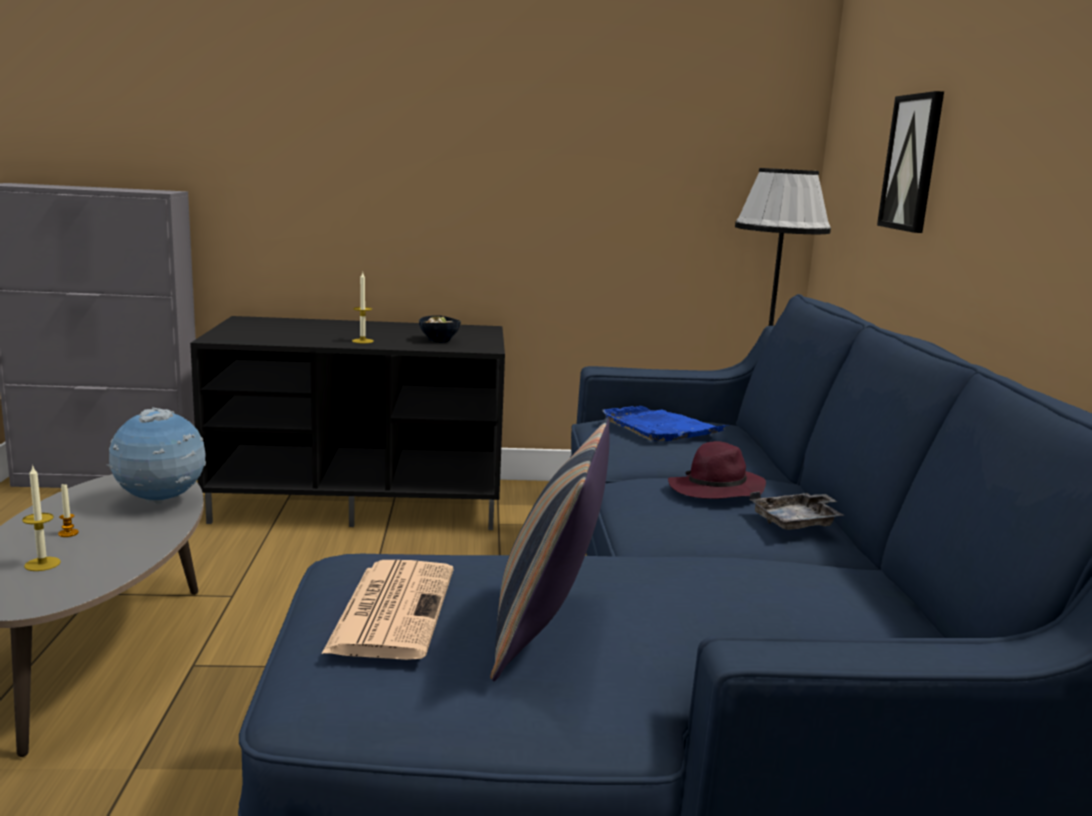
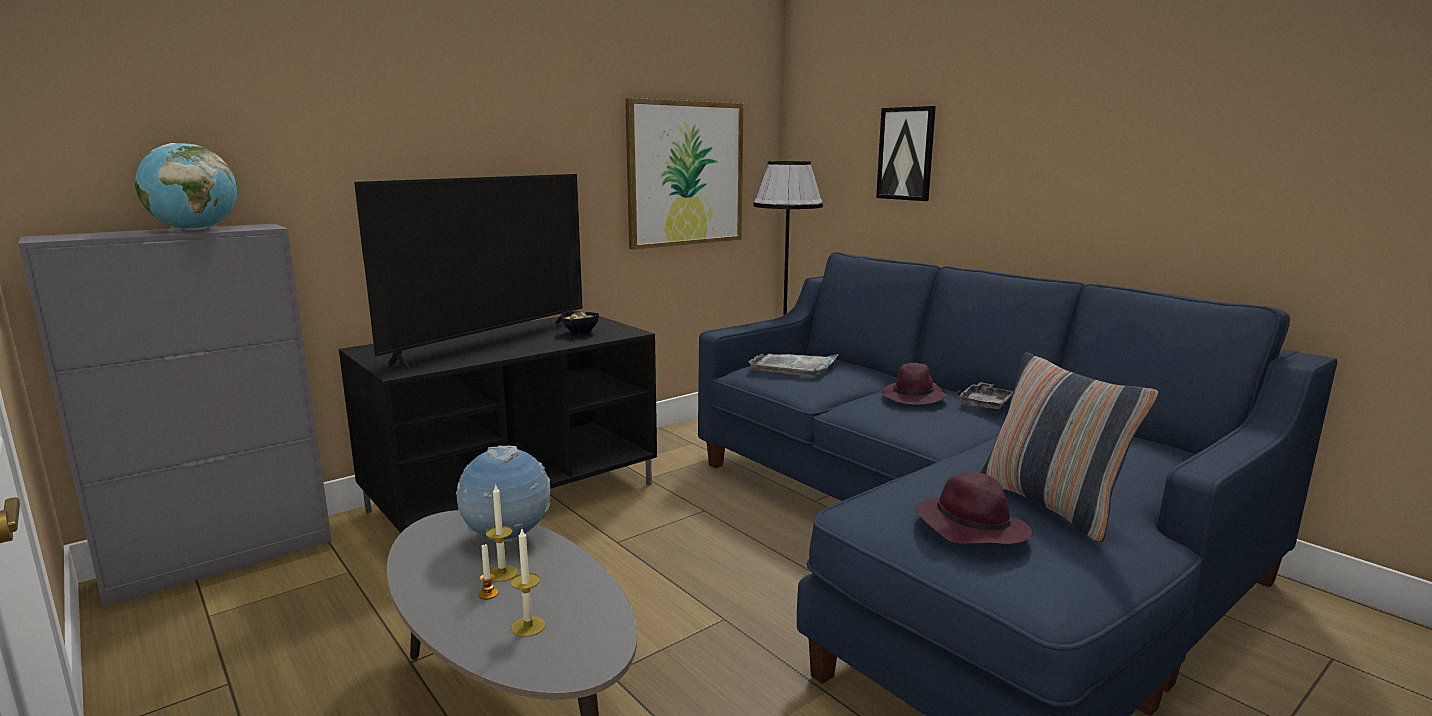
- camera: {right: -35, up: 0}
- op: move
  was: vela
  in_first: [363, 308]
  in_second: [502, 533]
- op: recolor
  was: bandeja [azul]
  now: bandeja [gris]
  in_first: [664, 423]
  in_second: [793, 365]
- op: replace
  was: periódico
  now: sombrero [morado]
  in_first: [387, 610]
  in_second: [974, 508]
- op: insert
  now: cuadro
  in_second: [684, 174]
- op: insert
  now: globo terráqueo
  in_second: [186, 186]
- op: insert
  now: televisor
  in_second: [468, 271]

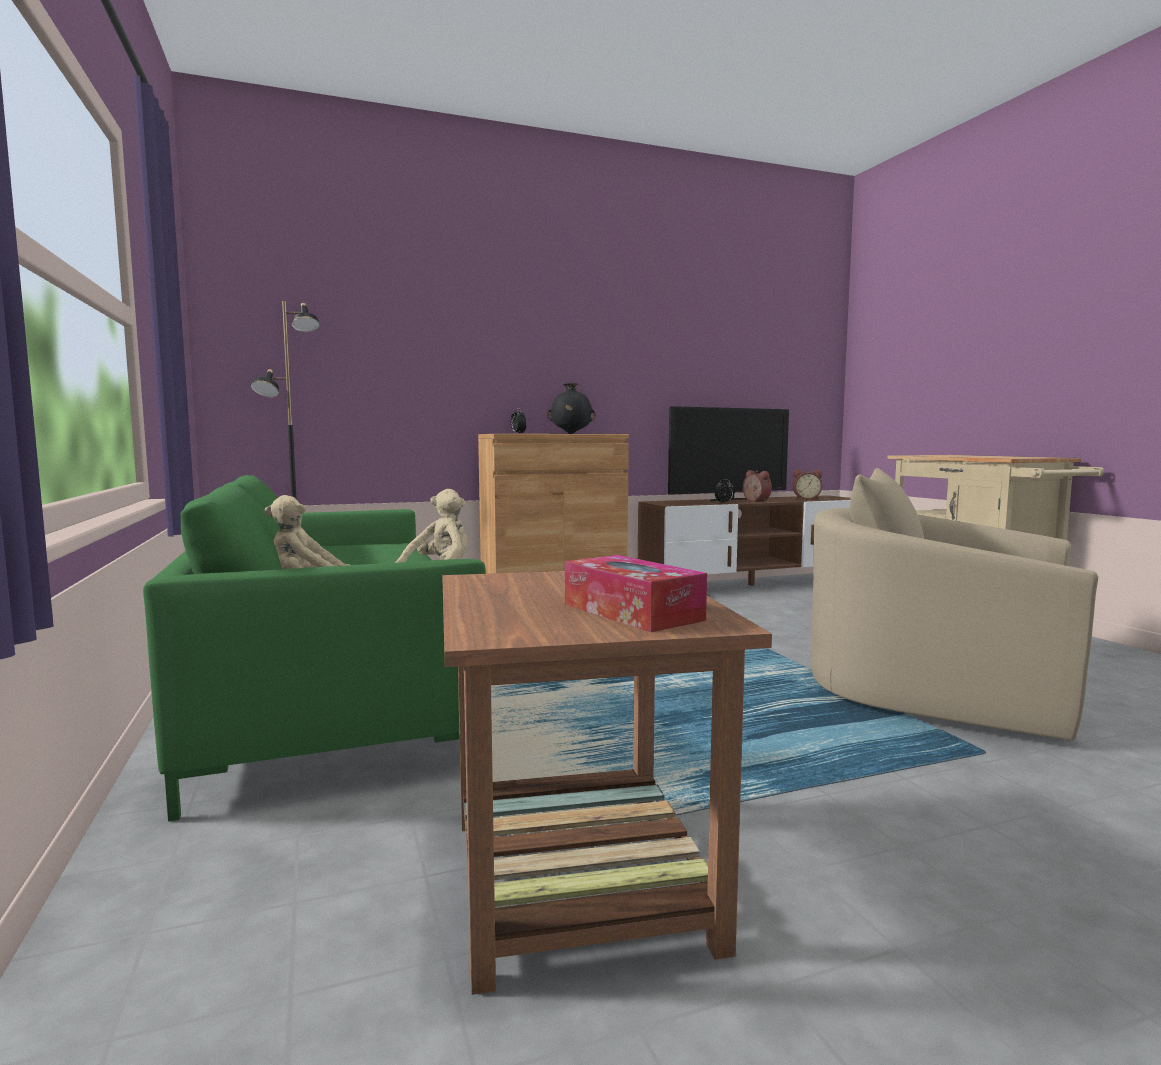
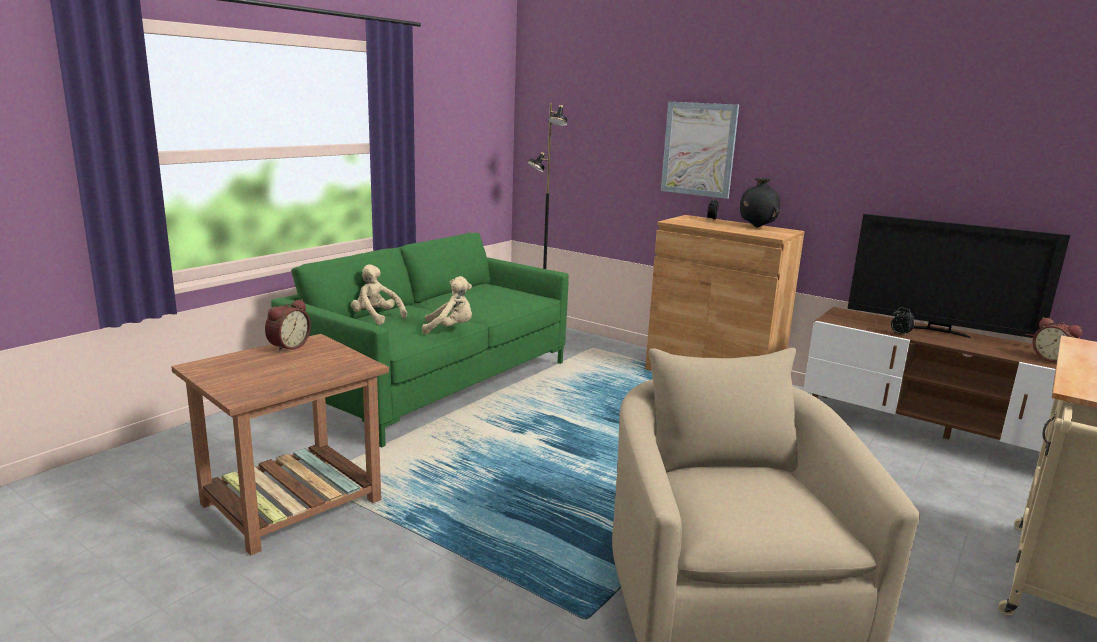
- camera: {right: 55, up: 10}
- op: move
  was: despertador
  in_first: [757, 486]
  in_second: [288, 325]
- op: delete
  was: caja de pañuelos
  in_first: [636, 593]
- op: insert
  now: cuadro
  in_second: [700, 150]

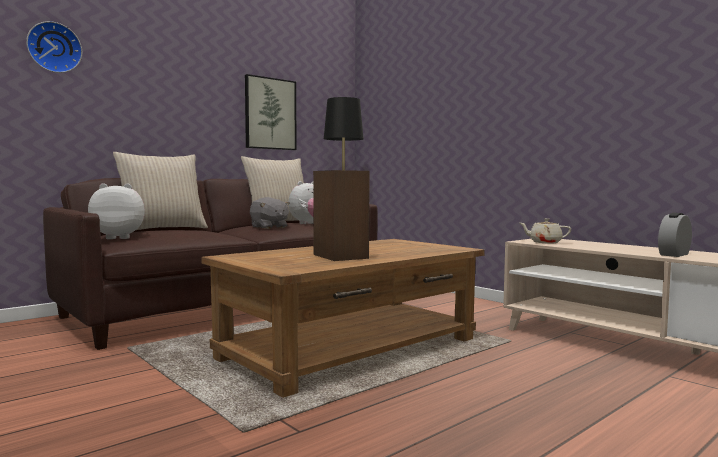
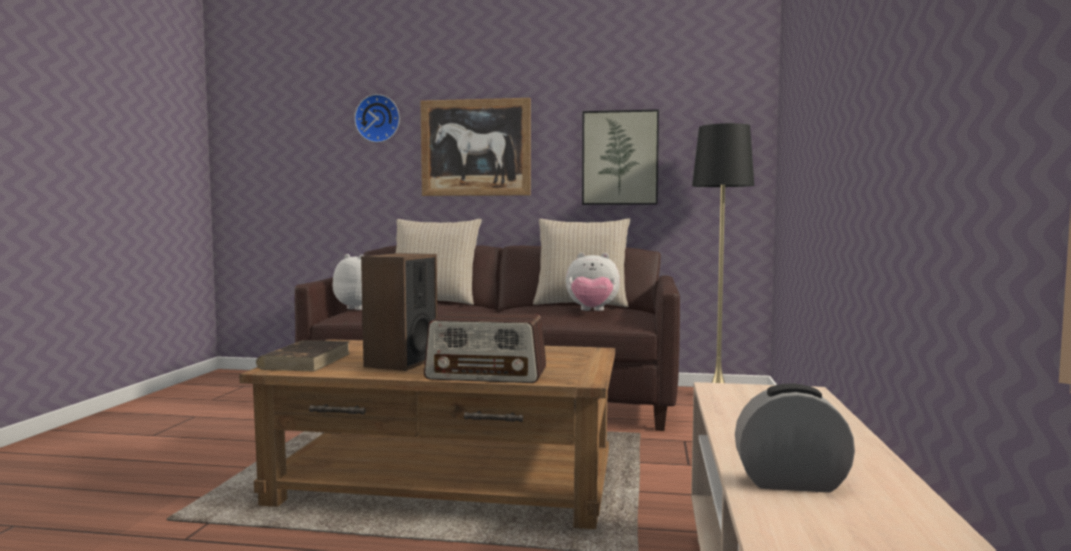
- camera: {right: 50, up: 0}
- op: delete
  was: peluche [gris]
  in_first: [270, 213]
- op: delete
  was: tetera [beis]
  in_first: [545, 230]
- op: insert
  now: cuadro
  in_second: [475, 147]
- op: insert
  now: radio
  in_second: [485, 347]
- op: insert
  now: libro [marrón]
  in_second: [303, 356]

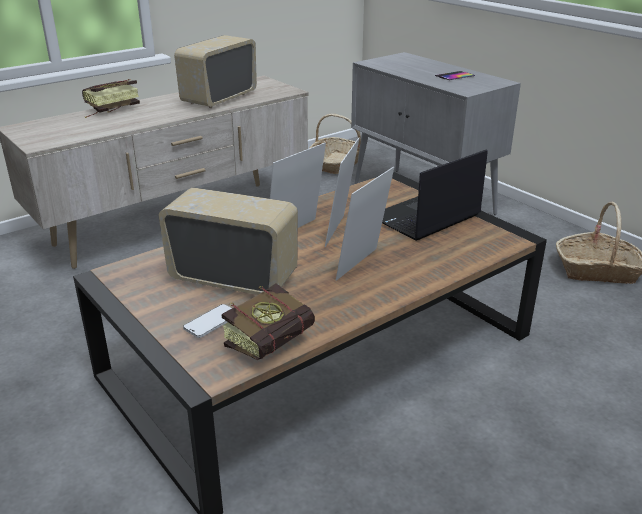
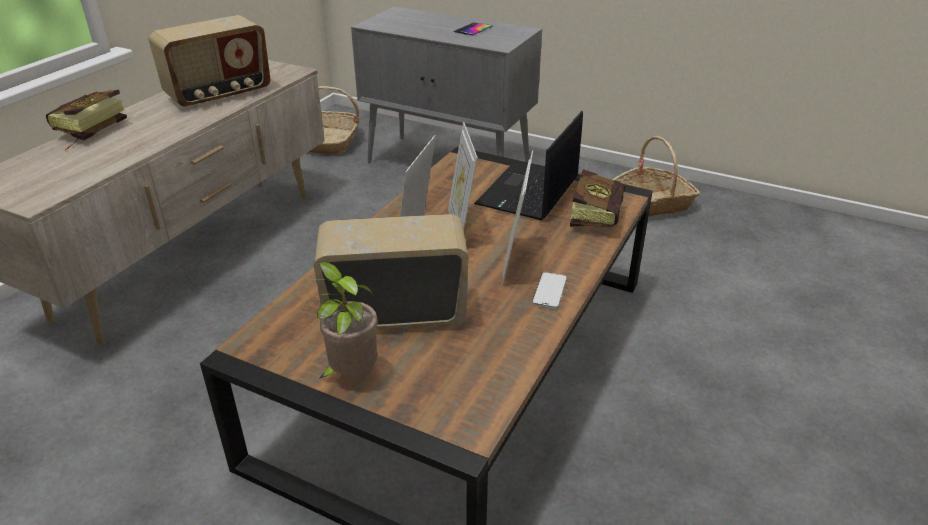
- camera: {right: -25, up: 5}
- op: rotate
  was: radio
  in_first: [215, 71]
  in_second: [209, 61]
  clockwise: -135
- op: move
  was: libro
  in_first: [268, 322]
  in_second: [597, 198]
- op: move
  was: móvil
  in_first: [207, 321]
  in_second: [549, 290]
- op: insert
  now: planta en maceta
  in_second: [339, 320]

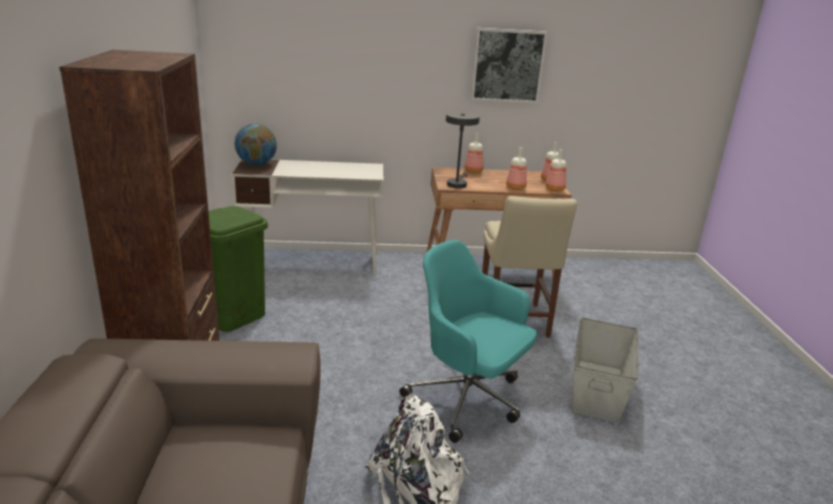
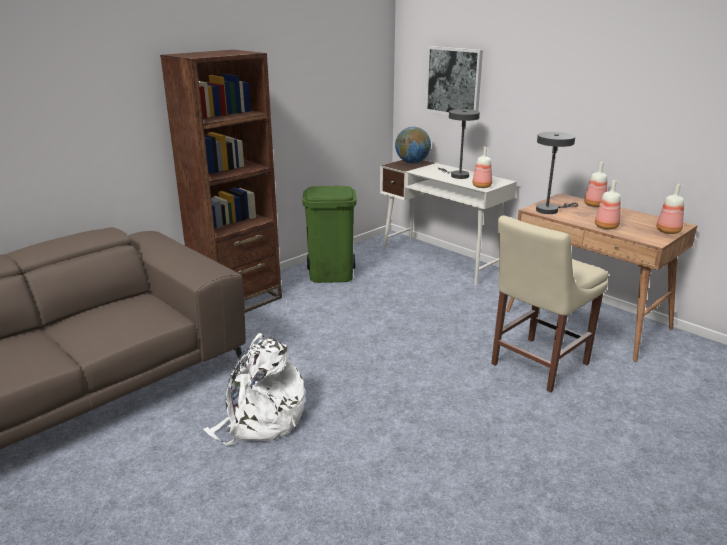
- camera: {right: 50, up: 0}
- op: move
  was: cuadro
  in_first: [509, 65]
  in_second: [454, 80]
- op: move
  was: botella
  in_first: [555, 170]
  in_second: [482, 167]
- op: delete
  was: silla de oficina [turquesa]
  in_first: [468, 341]
- op: delete
  was: caja de almacenaje [gris]
  in_first: [605, 370]
- op: insert
  now: lámpara de mesa [gris]
  in_second: [459, 144]

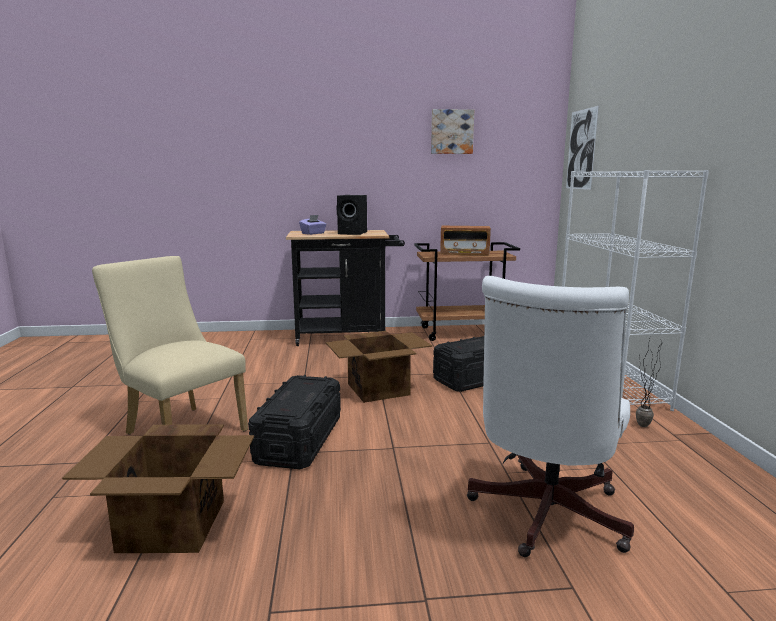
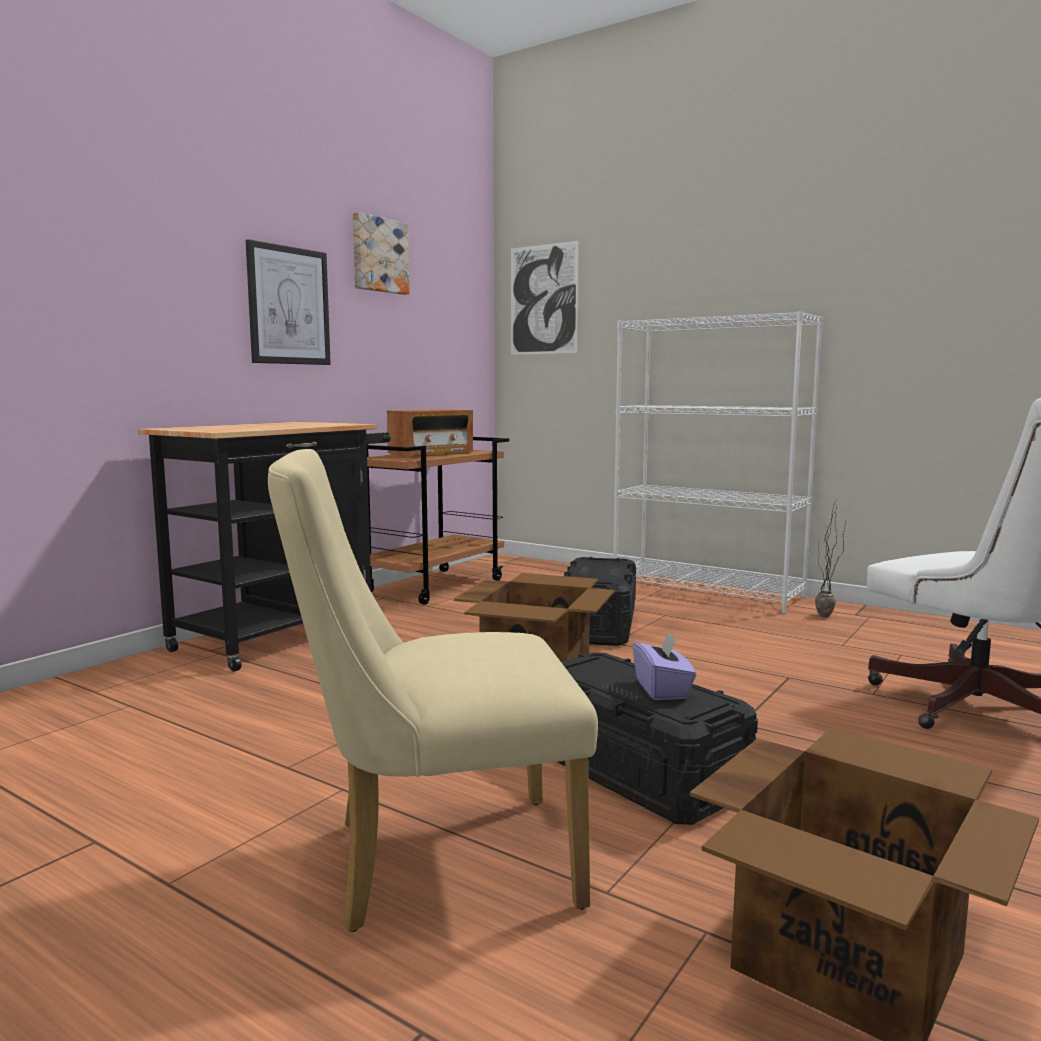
- camera: {right: -50, up: -5}
- op: delete
  was: altavoz [negro]
  in_first: [352, 215]
- op: move
  was: caja de pañuelos [morado]
  in_first: [313, 225]
  in_second: [665, 665]
- op: insert
  now: cuadro
  in_second: [288, 302]

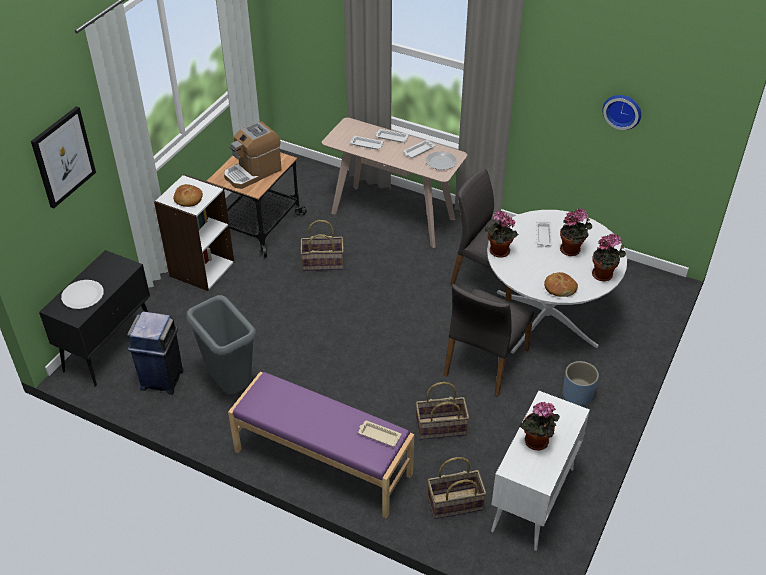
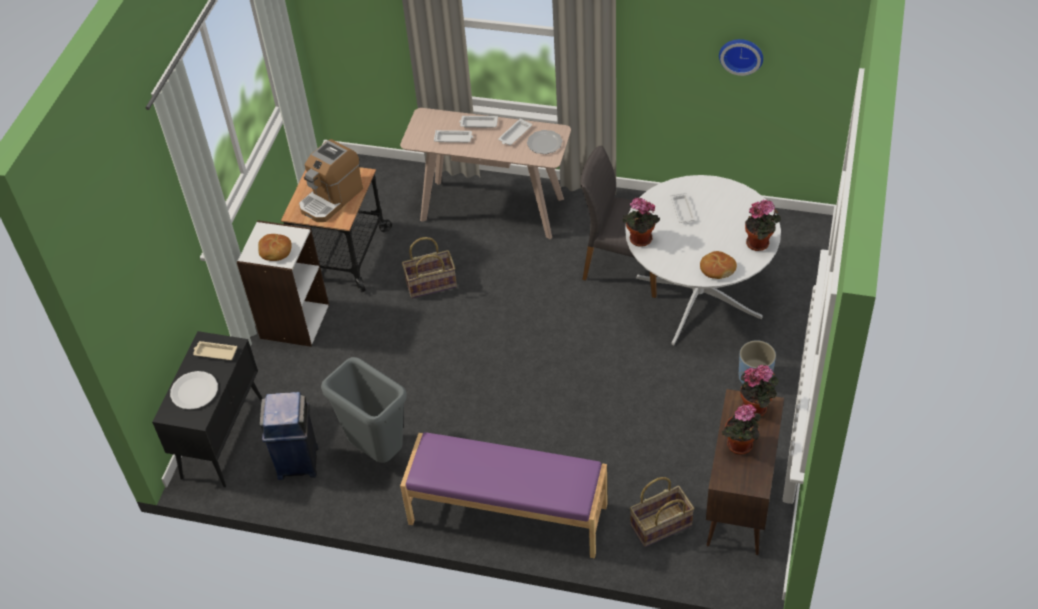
- camera: {right: -10, up: 5}
- op: delete
  was: cuadro
  in_first: [63, 157]
- op: move
  was: planta en maceta
  in_first: [576, 232]
  in_second: [759, 390]
- op: delete
  was: silla [gris]
  in_first: [489, 340]
- op: delete
  was: cesta
  in_first: [442, 411]
- op: recolor
  was: armario [blanco]
  now: armario [marrón]
  in_first: [540, 471]
  in_second: [745, 472]
- op: move
  was: bandeja [beis]
  in_first: [380, 434]
  in_second: [215, 350]

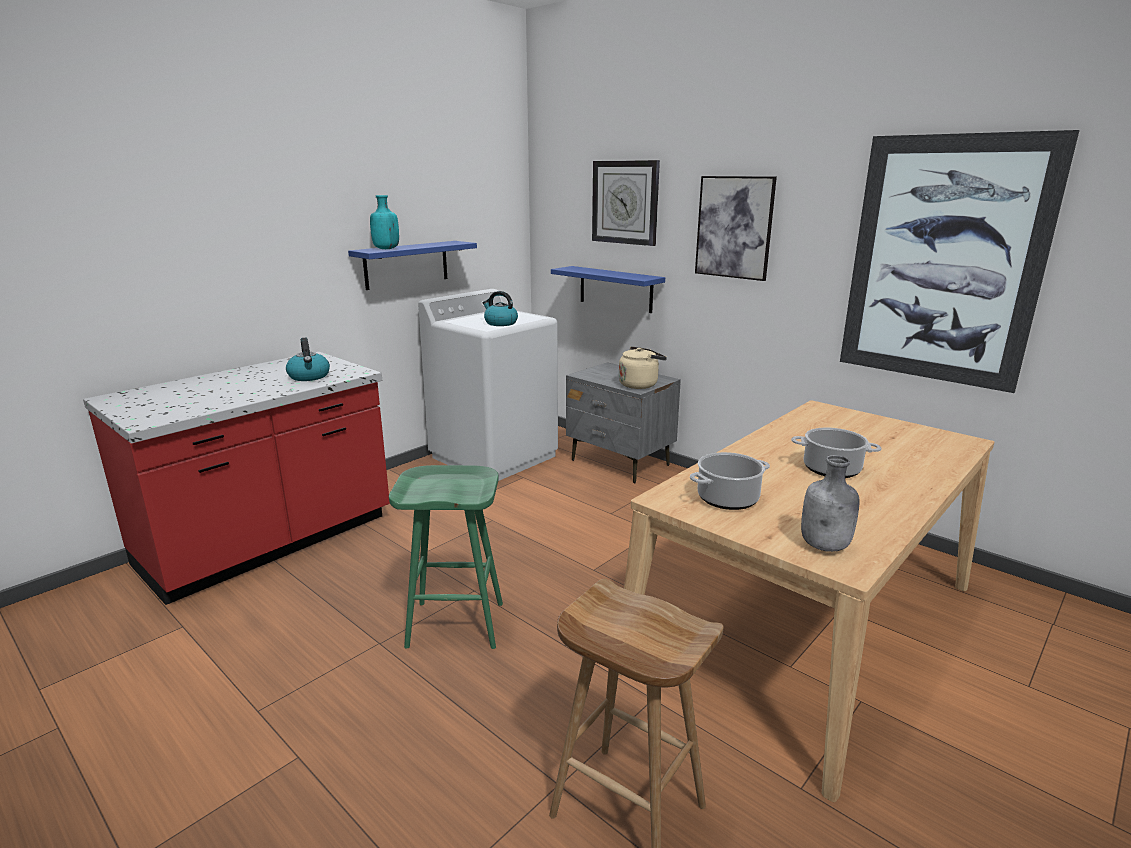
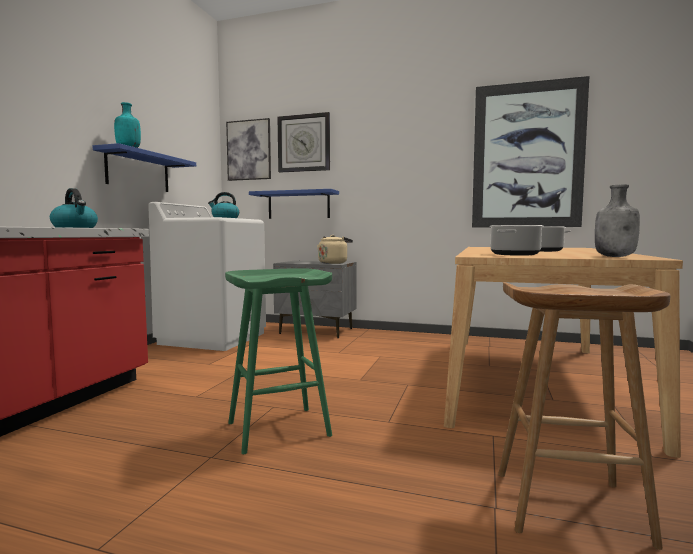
- camera: {right: -25, up: -15}
- op: move
  was: cuadro
  in_first: [736, 228]
  in_second: [248, 149]

